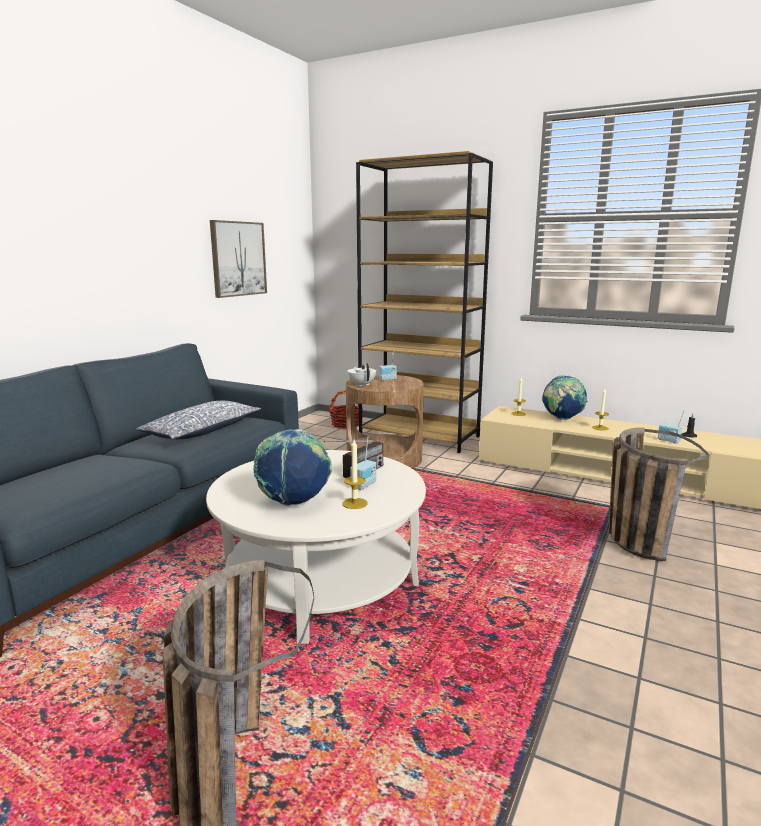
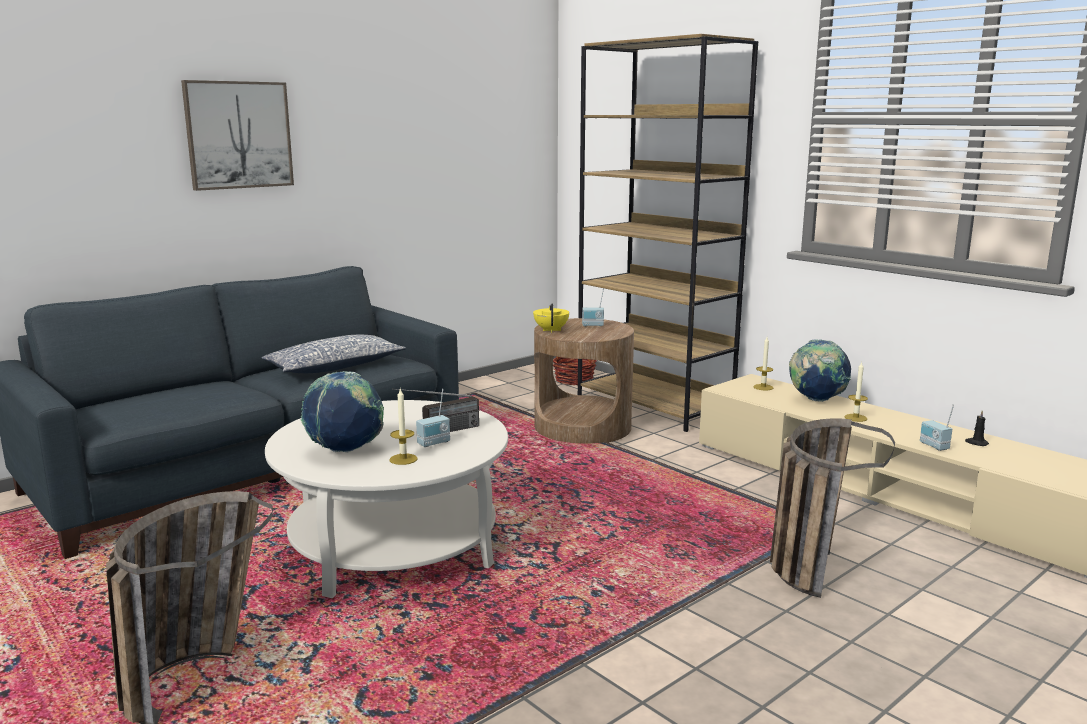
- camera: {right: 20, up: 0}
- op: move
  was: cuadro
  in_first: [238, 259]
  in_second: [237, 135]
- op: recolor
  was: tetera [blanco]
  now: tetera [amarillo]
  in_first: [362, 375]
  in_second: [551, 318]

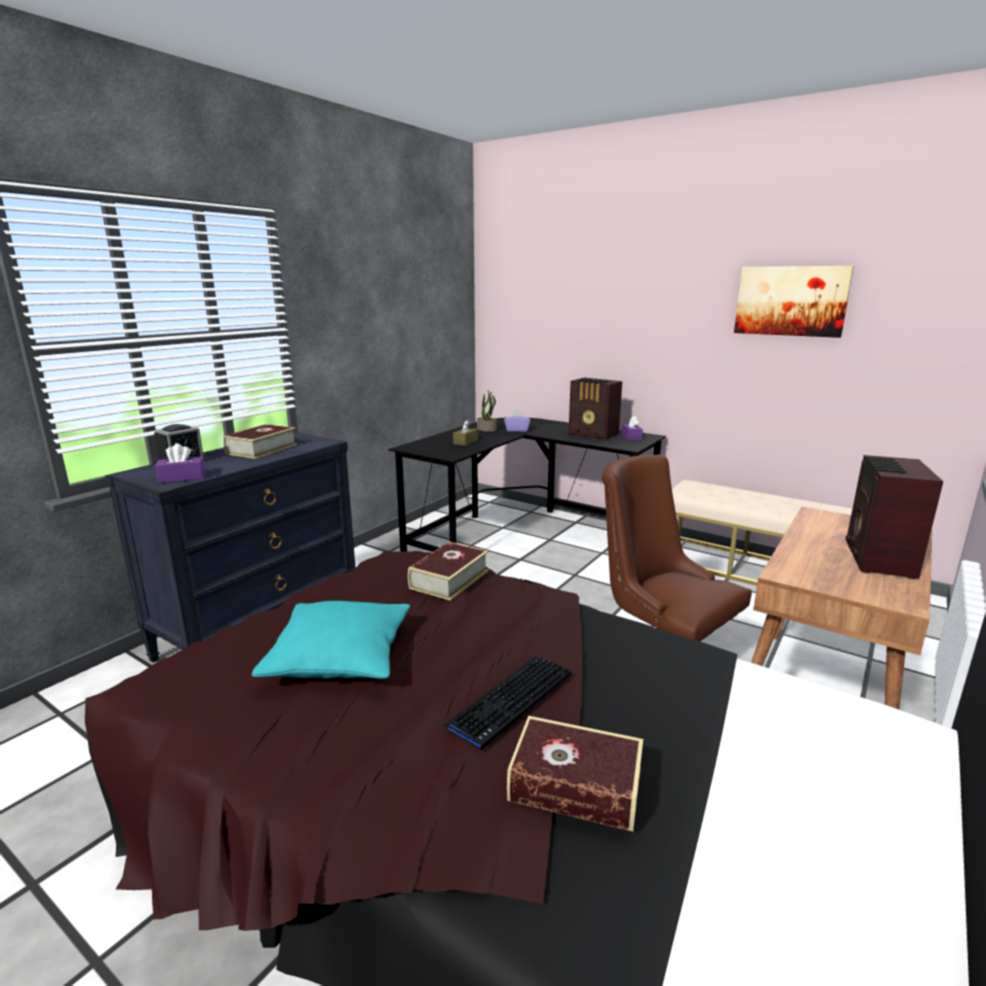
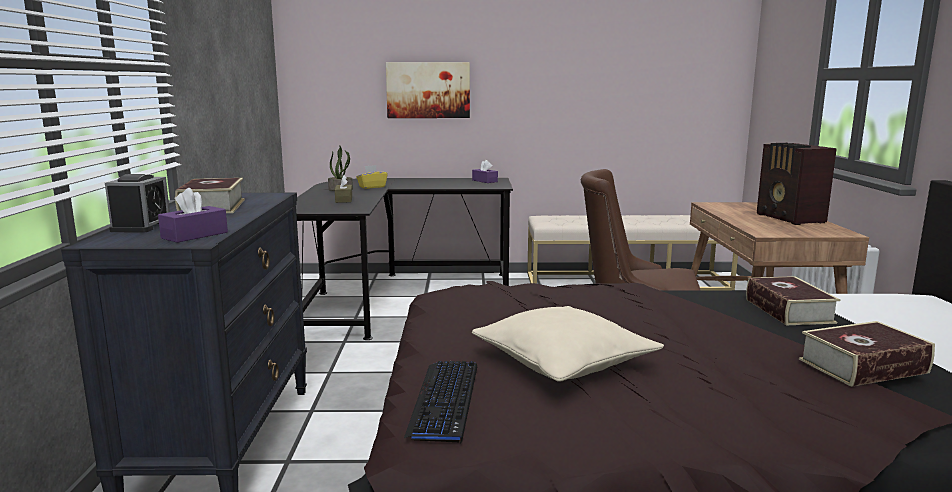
- camera: {right: -35, up: -5}
- op: move
  was: cuadro
  in_first: [794, 302]
  in_second: [428, 90]
- op: delete
  was: radio
  in_first: [595, 409]
- op: recolor
  was: caja de pañuelos [morado]
  now: caja de pañuelos [amarillo]
  in_first: [517, 421]
  in_second: [372, 177]
- op: move
  was: libro
  in_first: [448, 571]
  in_second: [793, 300]
- op: recolor
  was: cojín [turquesa]
  now: cojín [beis]
  in_first: [331, 640]
  in_second: [568, 344]
- op: move
  was: teclado
  in_first: [507, 704]
  in_second: [440, 402]

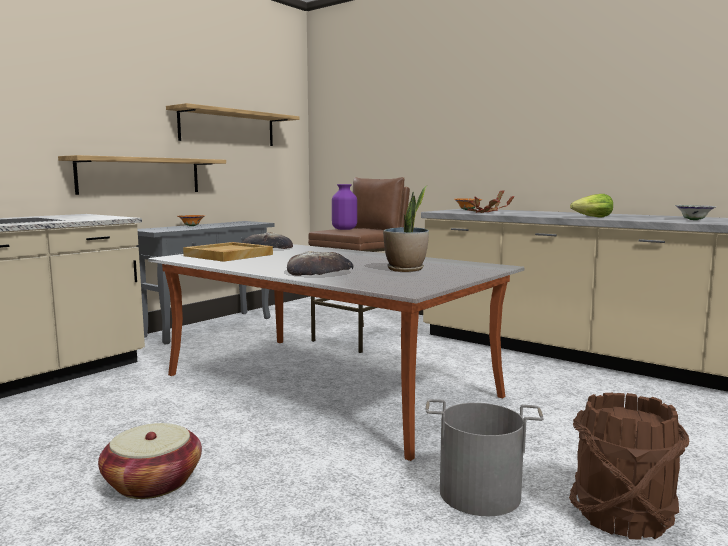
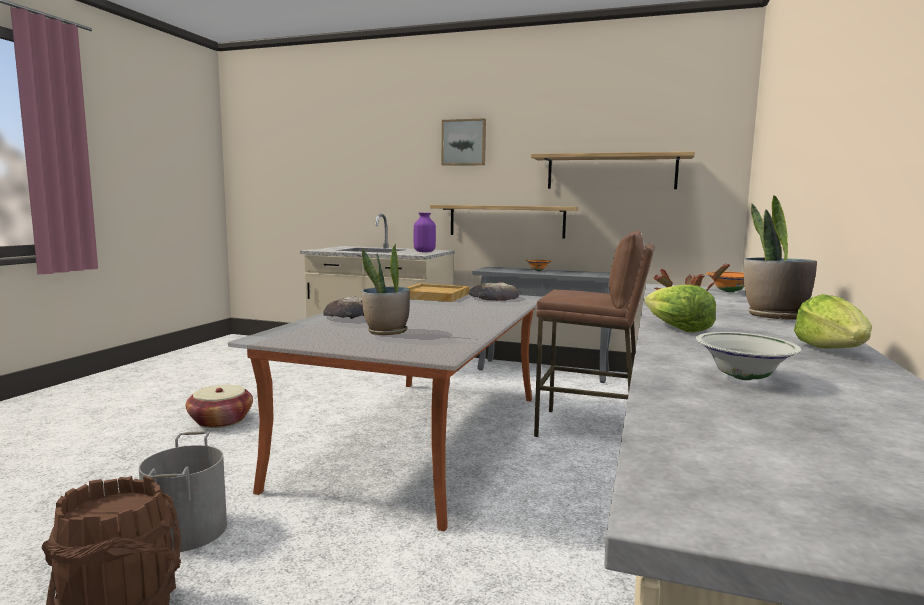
- camera: {right: 70, up: 0}
- op: move
  was: florero [morado]
  in_first: [344, 207]
  in_second: [425, 232]
- op: insert
  now: cuadro
  in_second: [463, 142]
- op: insert
  now: planta en maceta
  in_second: [780, 257]
- op: insert
  now: lechuga
  in_second: [833, 321]

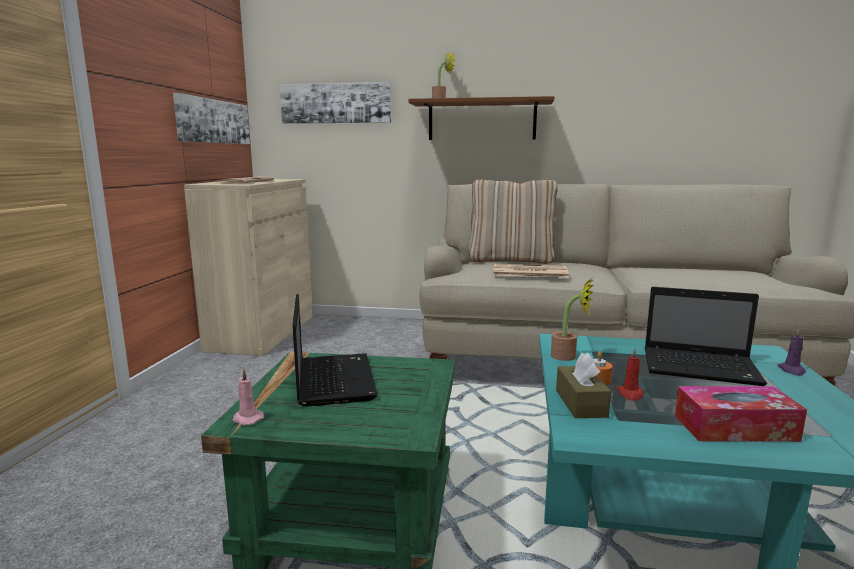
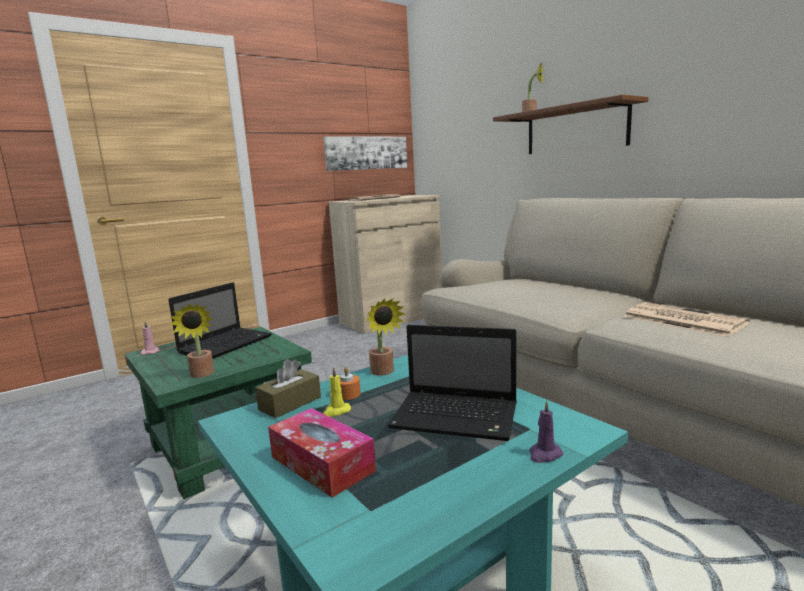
- camera: {right: 45, up: 0}
- op: delete
  was: cuadro
  in_first: [335, 103]
- op: delete
  was: cojín [beis]
  in_first: [513, 221]
- op: move
  was: periódico
  in_first: [531, 271]
  in_second: [687, 319]
- op: rotate
  was: portátil
  in_first: [706, 336]
  in_second: [452, 383]
  clockwise: -45
- op: recolor
  was: vela [rojo]
  now: vela [amarillo]
  in_first: [630, 374]
  in_second: [337, 392]
- op: insert
  now: planta en maceta
  in_second: [192, 340]

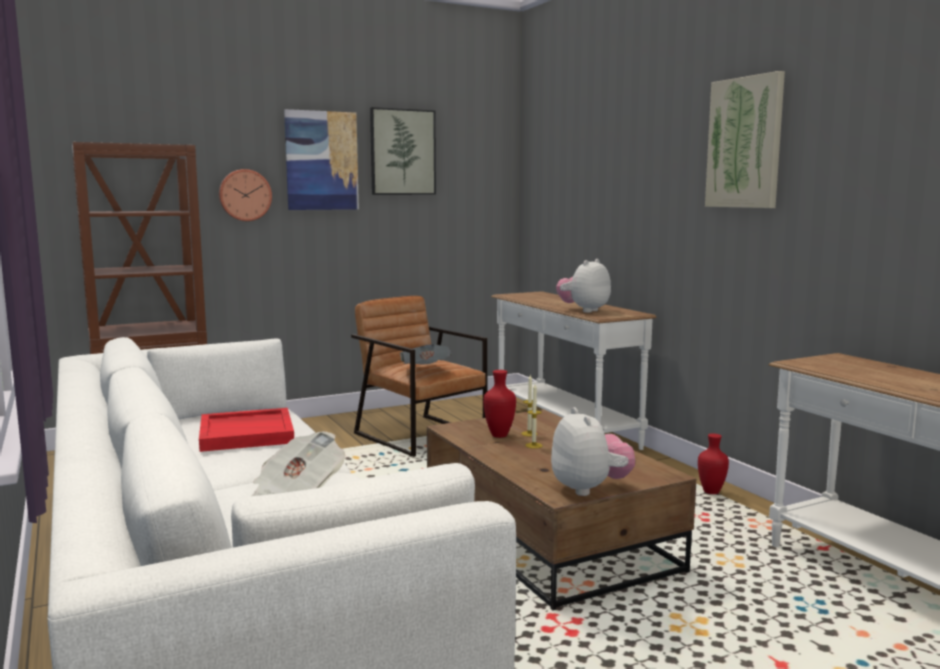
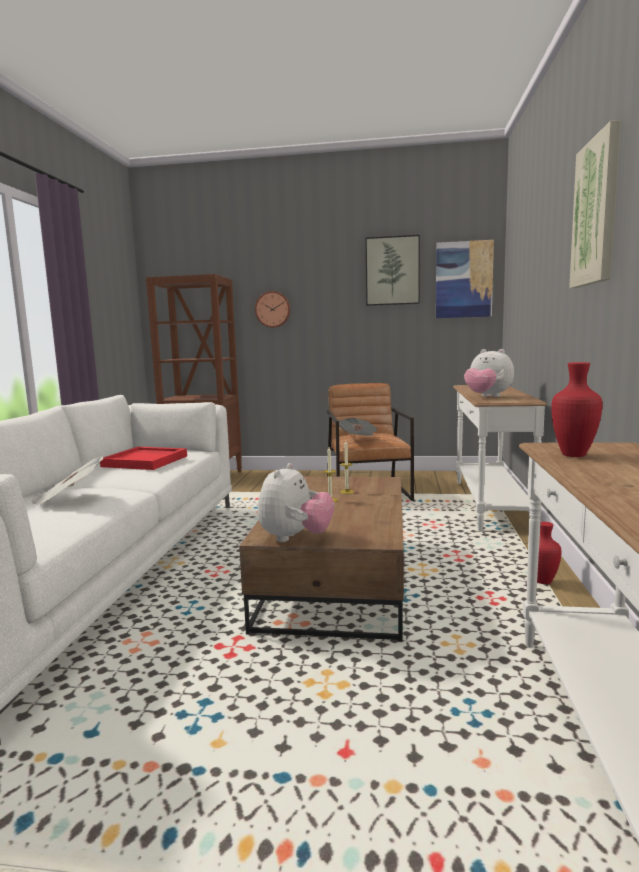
- camera: {right: 35, up: 0}
- op: move
  was: cuadro
  in_first: [321, 159]
  in_second: [465, 279]
- op: rotate
  was: peluche
  in_first: [583, 286]
  in_second: [489, 373]
  clockwise: -120
- op: move
  was: florero [rojo]
  in_first: [499, 404]
  in_second: [576, 409]

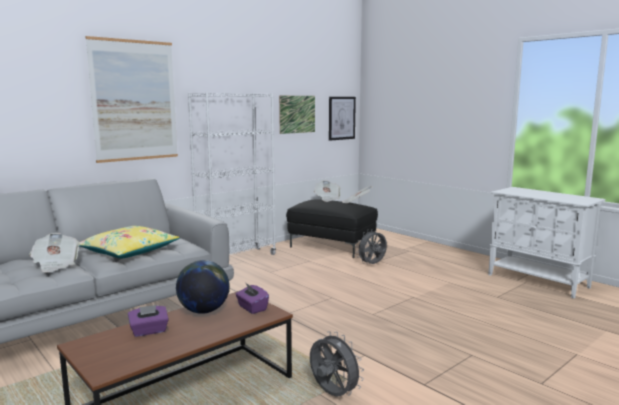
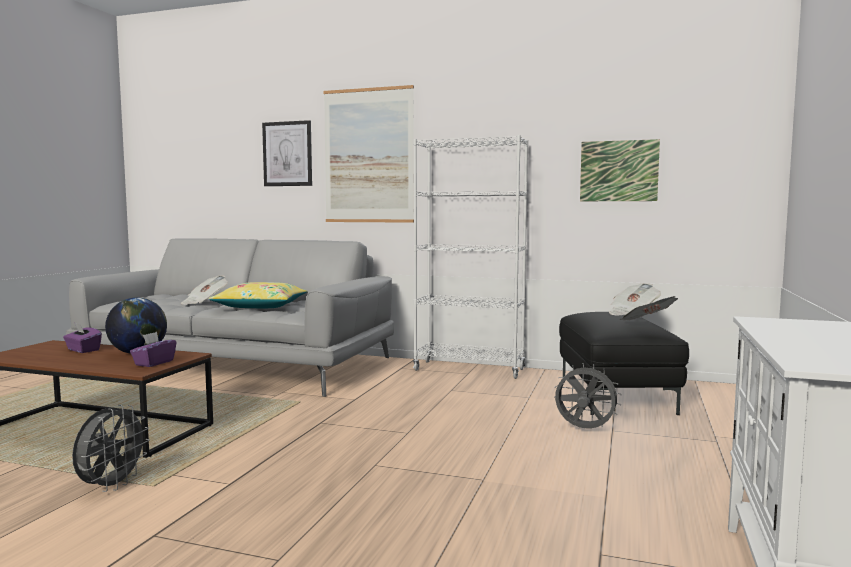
- camera: {right: 60, up: -5}
- op: move
  was: cuadro
  in_first: [342, 119]
  in_second: [287, 153]

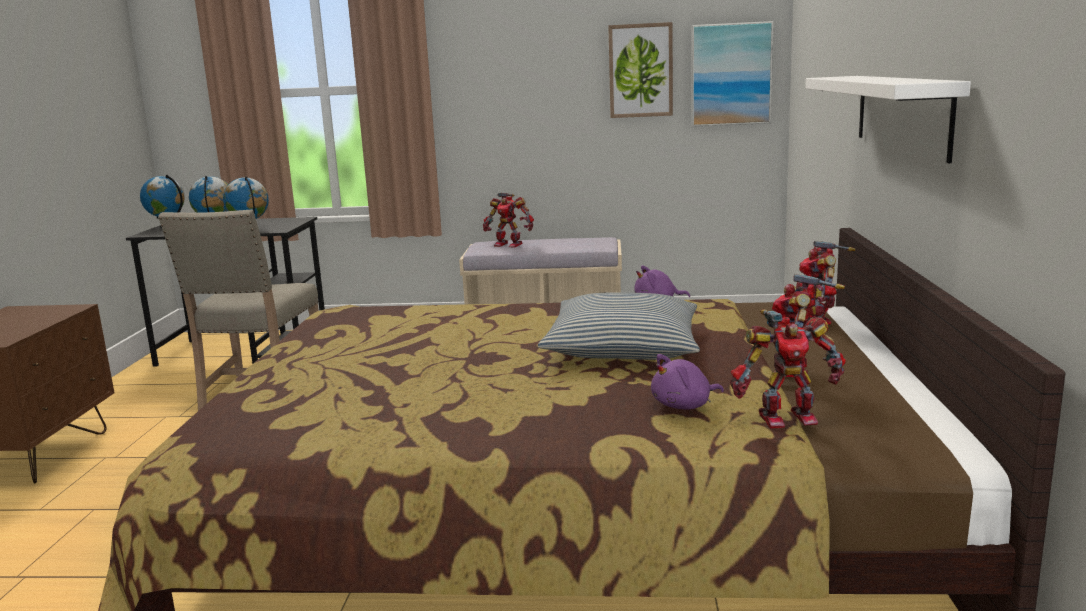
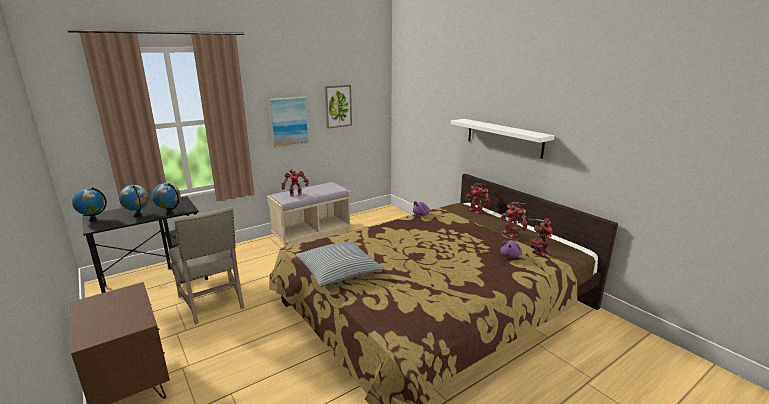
- camera: {right: -40, up: 5}
- op: move
  was: cuadro
  in_first: [732, 74]
  in_second: [288, 122]
- op: move
  was: cojín
  in_first: [619, 326]
  in_second: [340, 263]

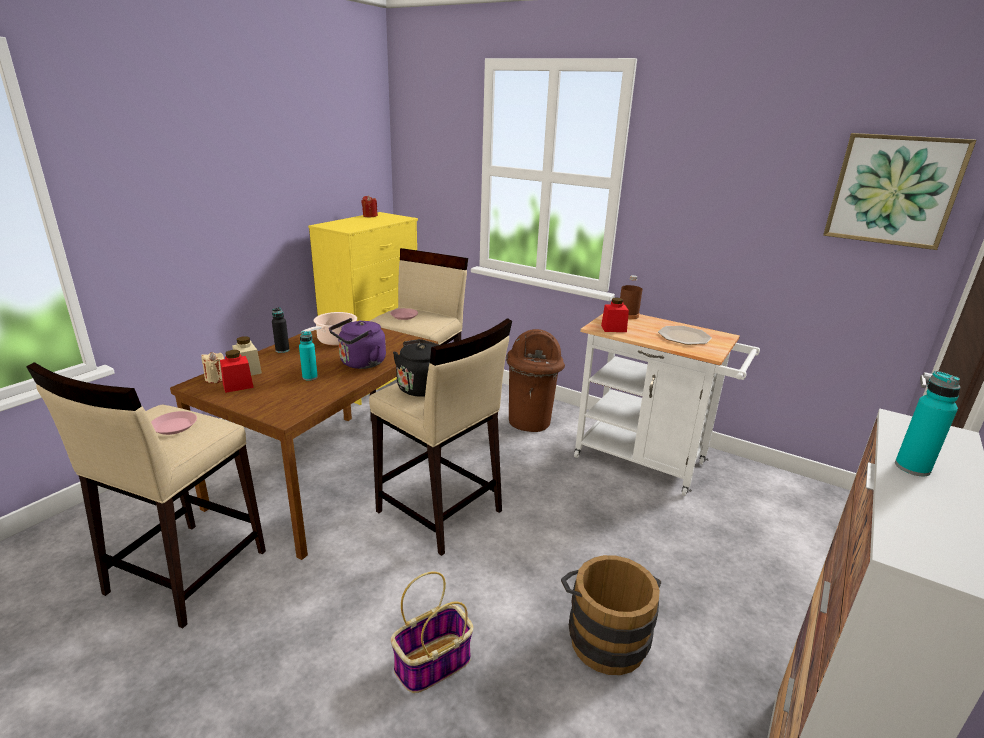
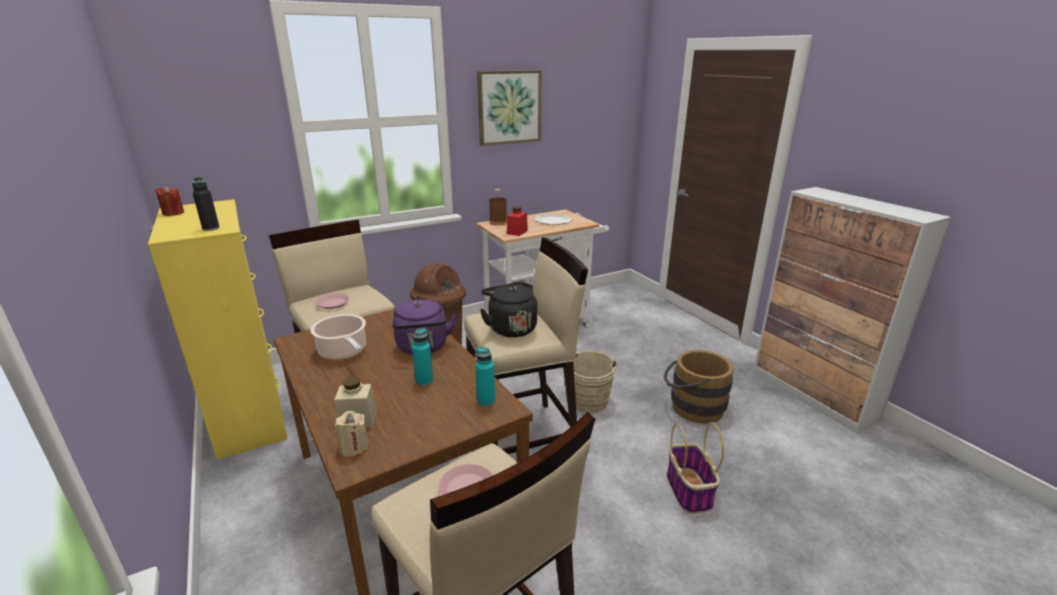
- camera: {right: -60, up: 0}
- op: move
  was: cuadro
  in_first: [900, 191]
  in_second: [509, 108]
- op: move
  was: botella [negro]
  in_first: [281, 330]
  in_second: [206, 204]
- op: delete
  was: tarro [rojo]
  in_first: [237, 371]
- op: move
  was: botella [turquesa]
  in_first: [928, 423]
  in_second: [485, 377]
- op: insert
  now: cubo [beis]
  in_second: [595, 382]

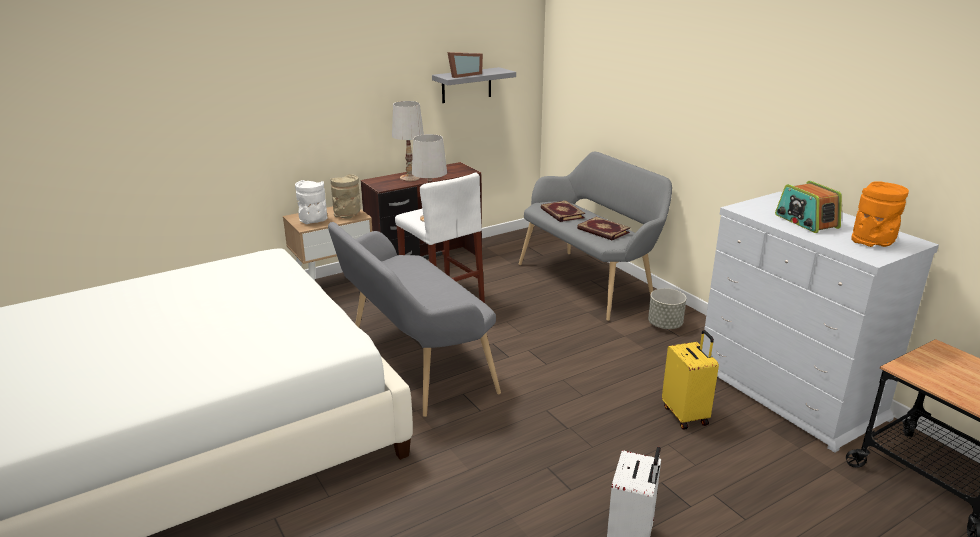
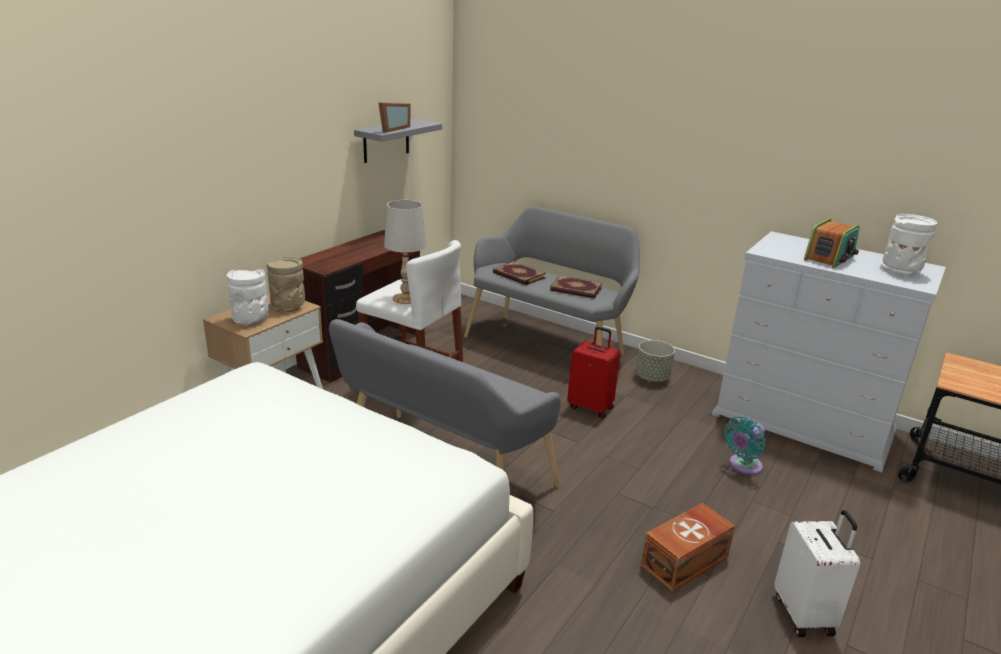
- camera: {right: -25, up: 0}
- op: delete
  was: lámpara de mesa [blanco]
  in_first: [408, 141]
- op: rotate
  was: radio
  in_first: [808, 207]
  in_second: [831, 243]
  clockwise: -90
- op: recolor
  was: florero [naranja]
  now: florero [blanco]
  in_first: [880, 214]
  in_second: [909, 245]
- op: replace
  was: maleta [amarillo]
  now: ventilador [turquesa]
  in_first: [690, 379]
  in_second: [745, 446]
- op: insert
  now: maleta [rojo]
  in_second: [594, 373]
- op: insert
  now: caja de almacenaje [marrón]
  in_second: [688, 547]

